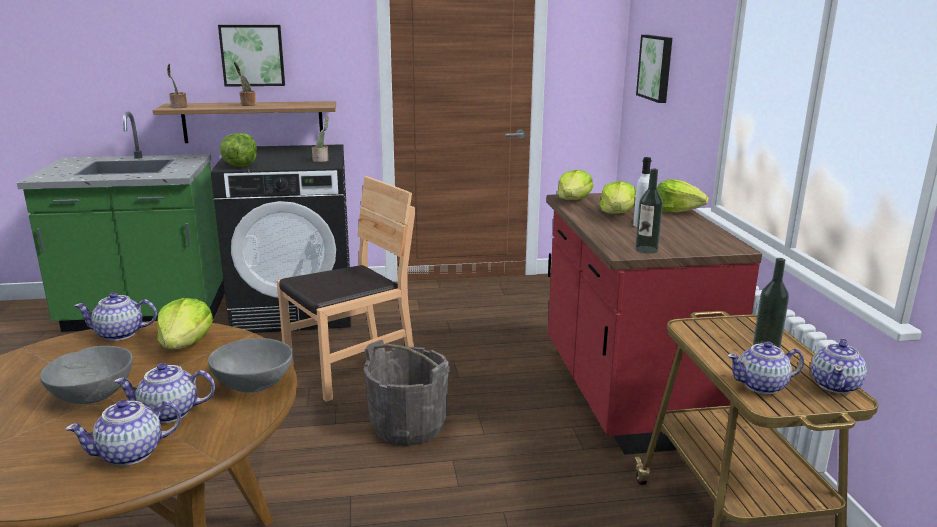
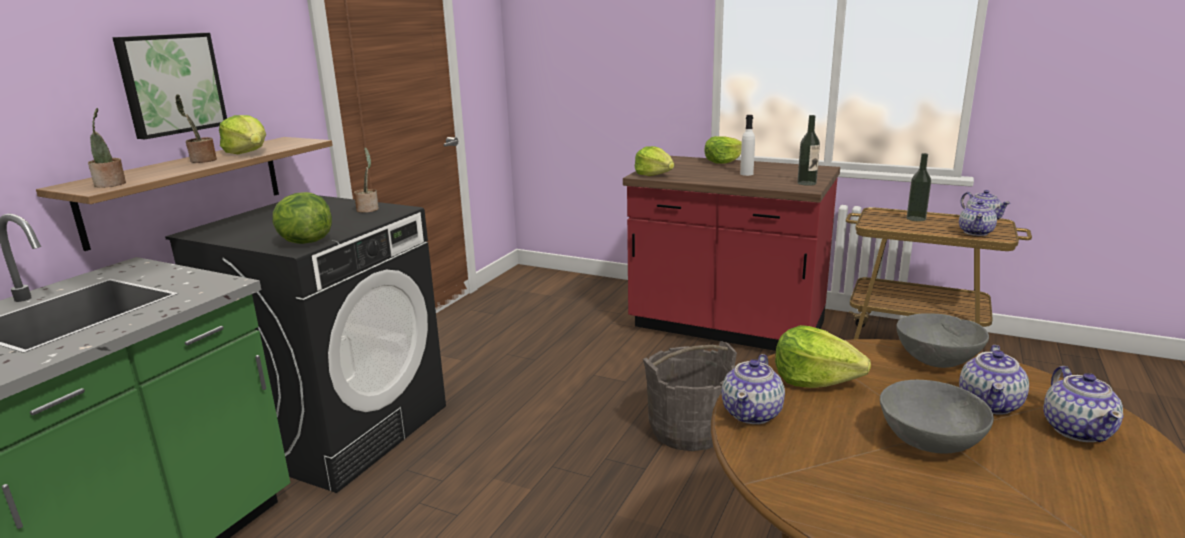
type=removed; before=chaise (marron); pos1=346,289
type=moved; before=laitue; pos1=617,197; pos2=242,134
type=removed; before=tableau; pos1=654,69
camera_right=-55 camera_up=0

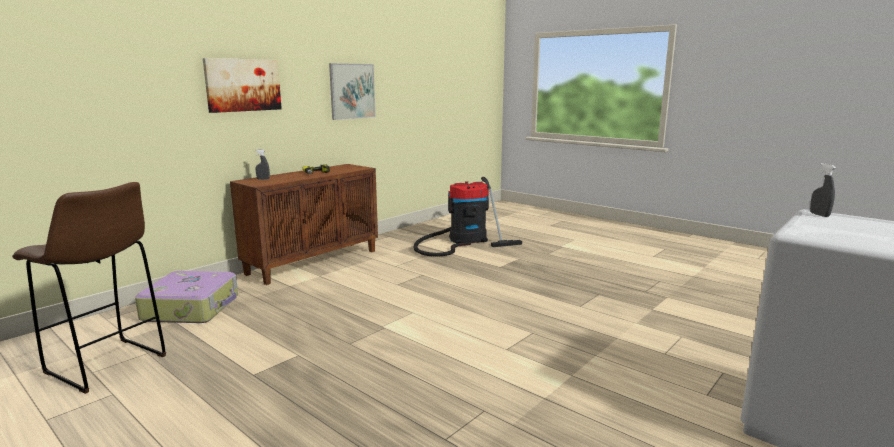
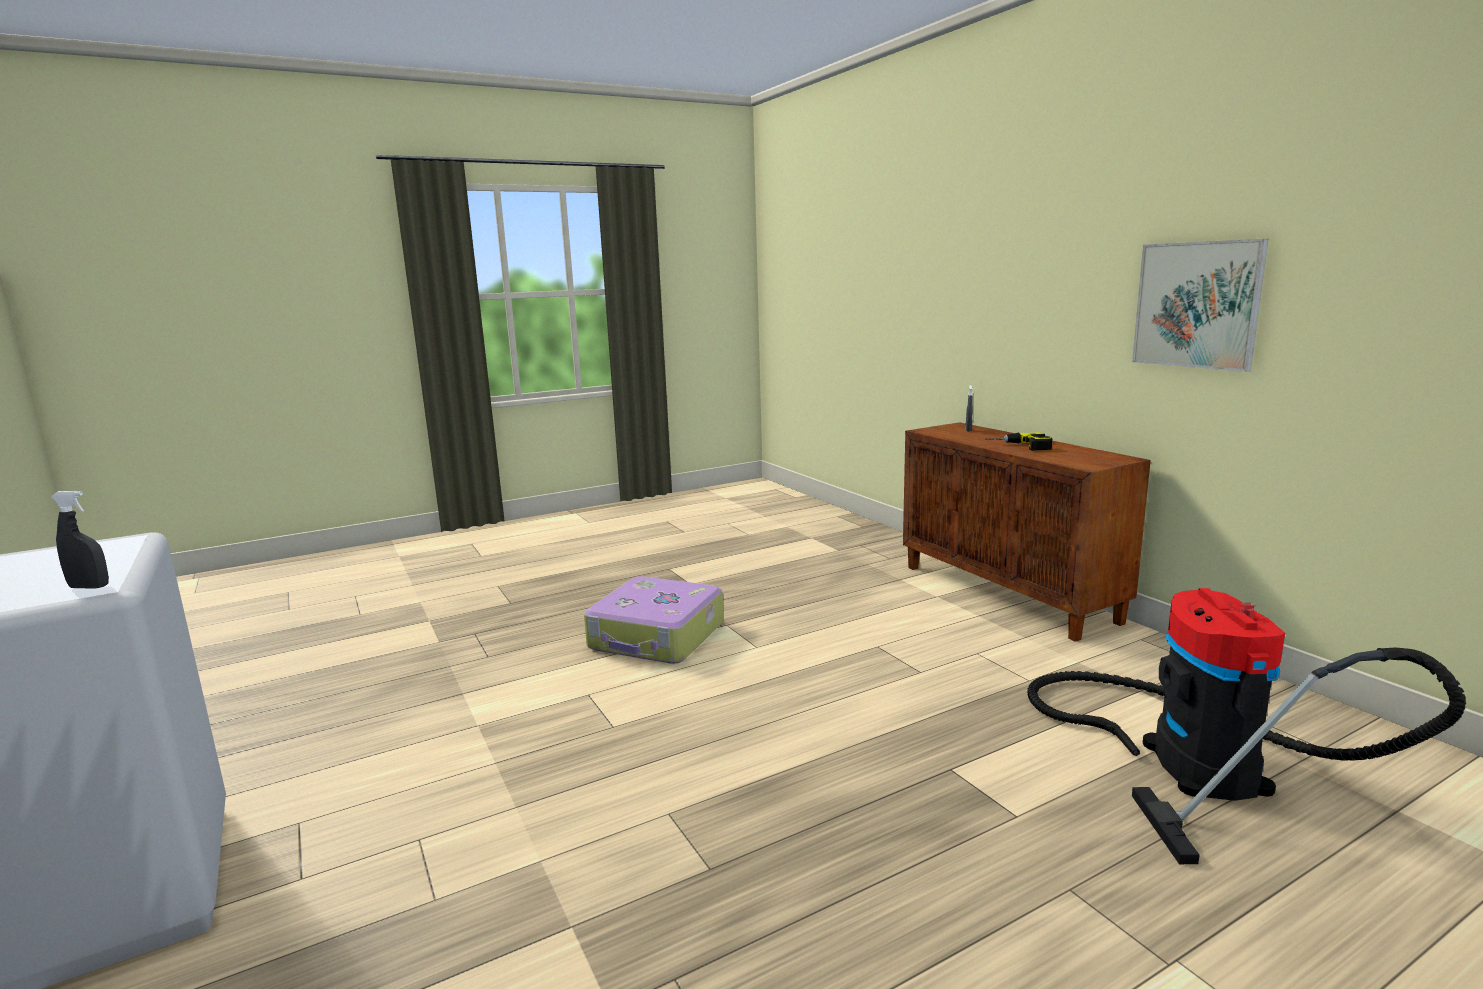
type=removed; before=tabouret (marron); pos1=89,288
type=moved; before=valise; pos1=186,297; pos2=654,620
type=removed; before=tableau; pos1=242,85
camera_right=110 camera_up=0

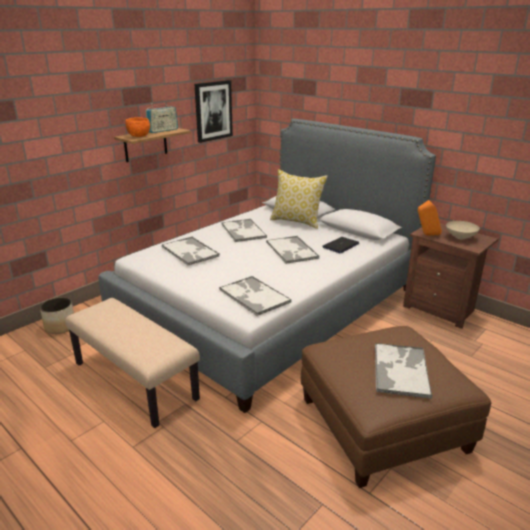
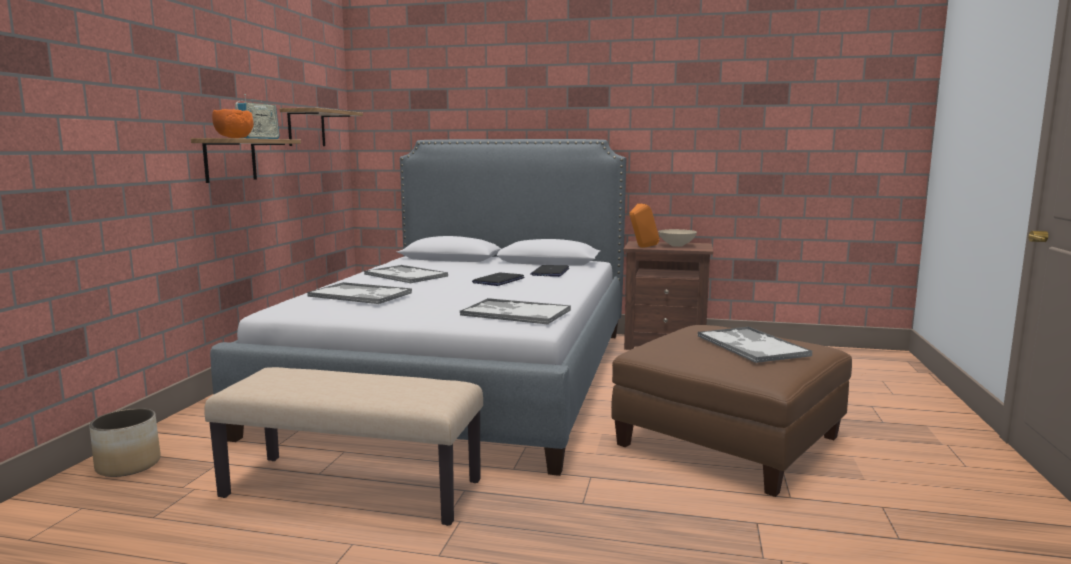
type=replaced; before=tableau; after=étagère; pos1=214,111; pos2=321,127
type=replaced; before=plateau; after=ordinateur portable; pos1=292,250; pos2=498,279
type=removed; before=coussin; pos1=299,199
camera_right=-30 camera_up=-15

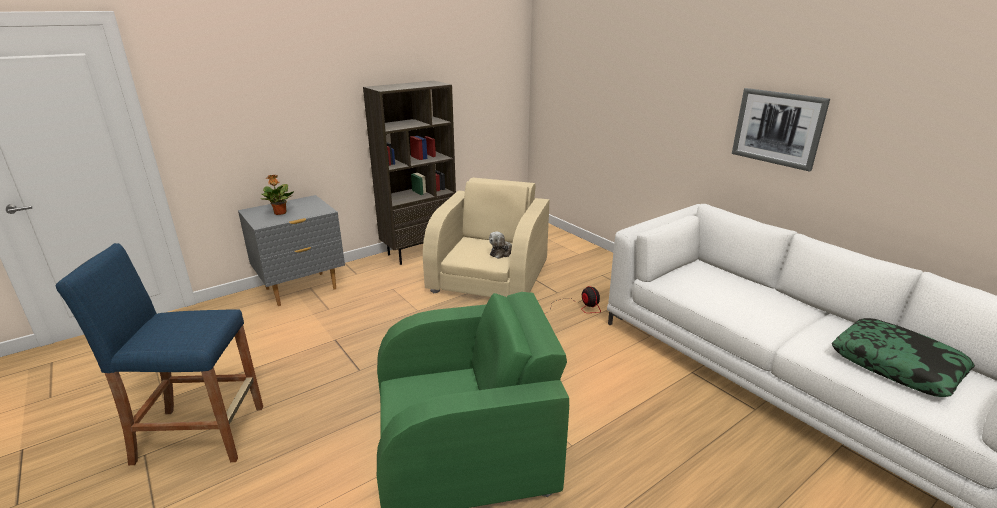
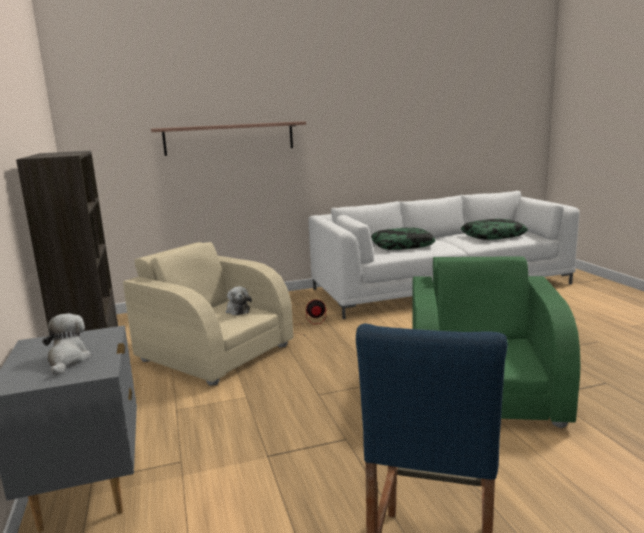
type=replaced; before=plante en pot; after=peluche; pos1=277,195; pos2=66,344
type=removed; before=tableau; pos1=781,130
type=added; after=étagère; pos2=228,138
type=added; after=coussin; pos2=403,239
camera_right=-70 camera_up=-10

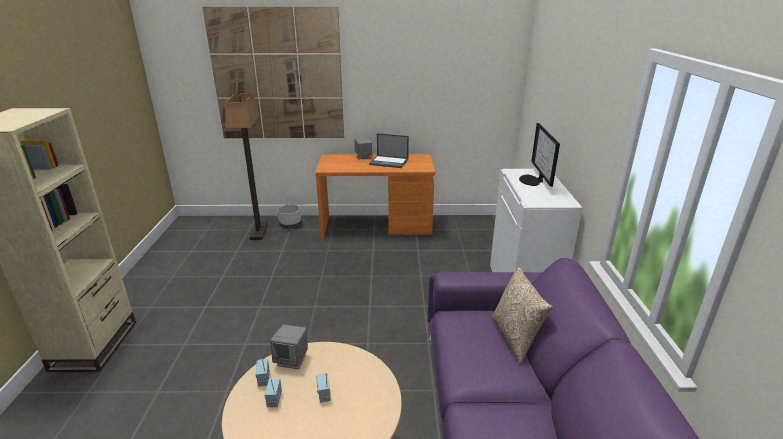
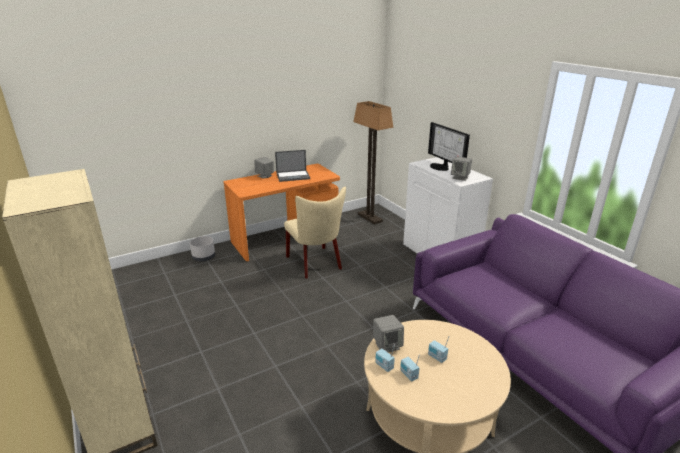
type=removed; before=tableau; pos1=273,72
type=moved; before=lampadaire; pos1=246,166; pos2=373,162
type=removed; before=coussin; pos1=522,316
type=added; after=chaise (beige); pos2=315,232
type=added; after=enceinte (gris); pos2=461,169
camera_right=-30 camera_up=0

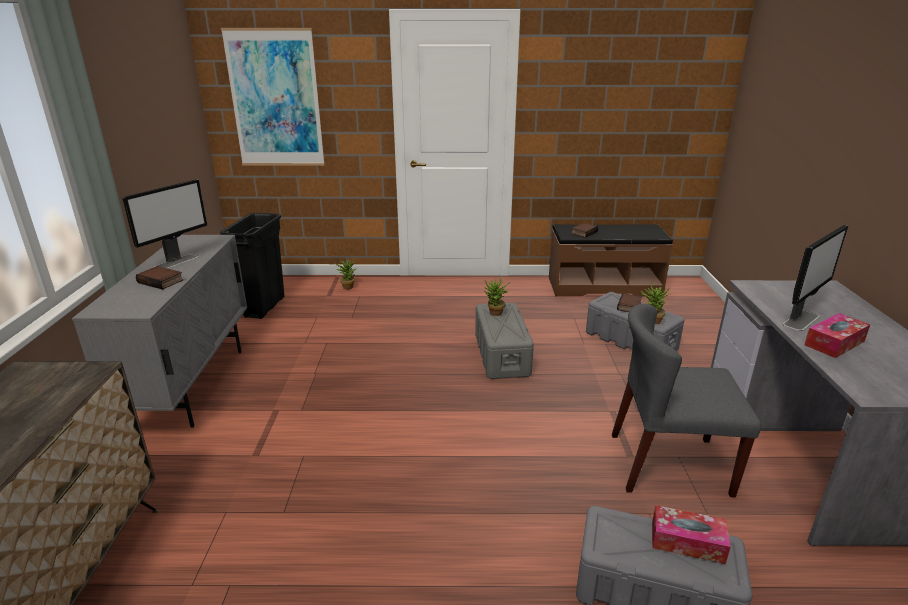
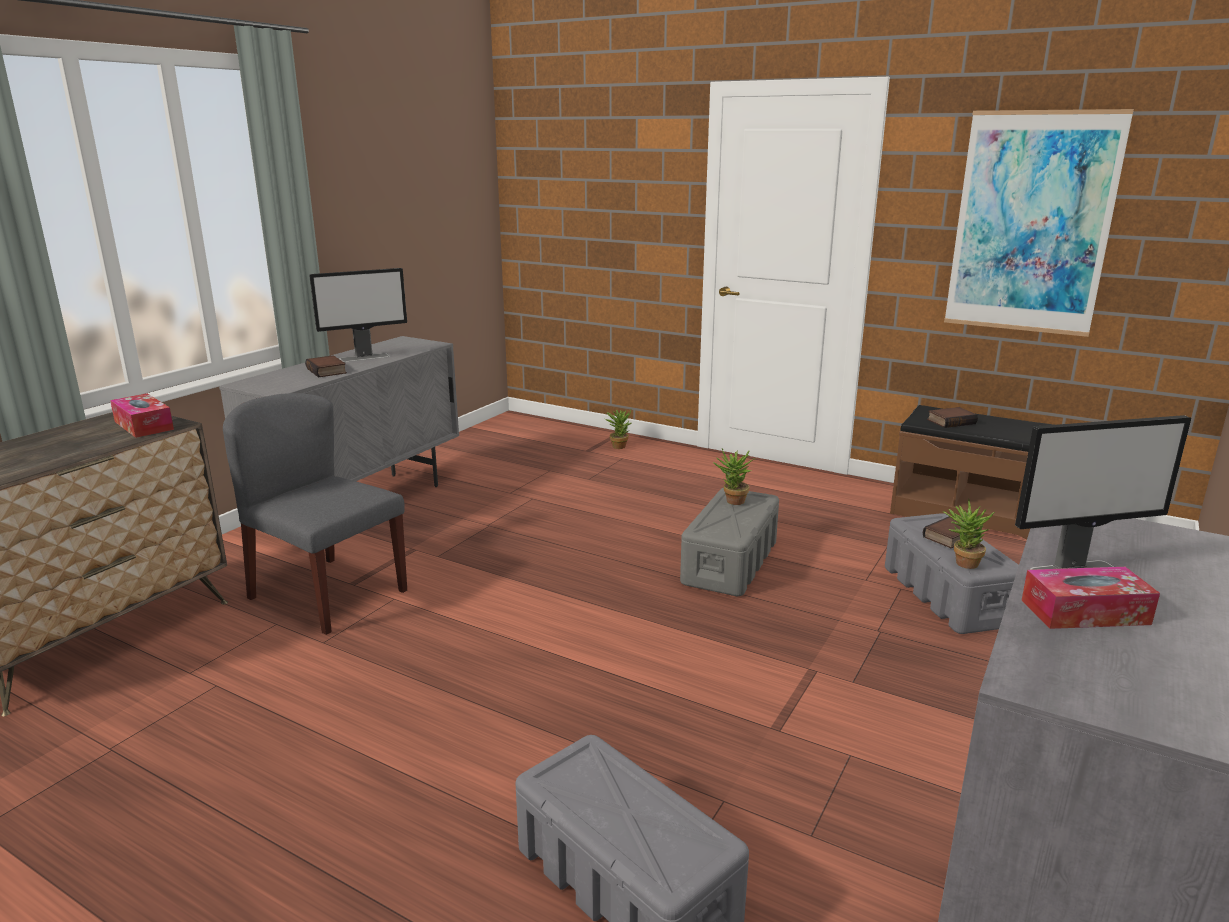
type=removed; before=poubelle (noir); pos1=252,266
type=moved; before=tableau; pos1=273,97; pos2=1039,223
type=moved; before=chaise (gris); pos1=686,400; pos2=315,514
type=moved; before=boîte à mouchoirs; pos1=691,534; pos2=142,415
camera_right=30 camera_up=-5

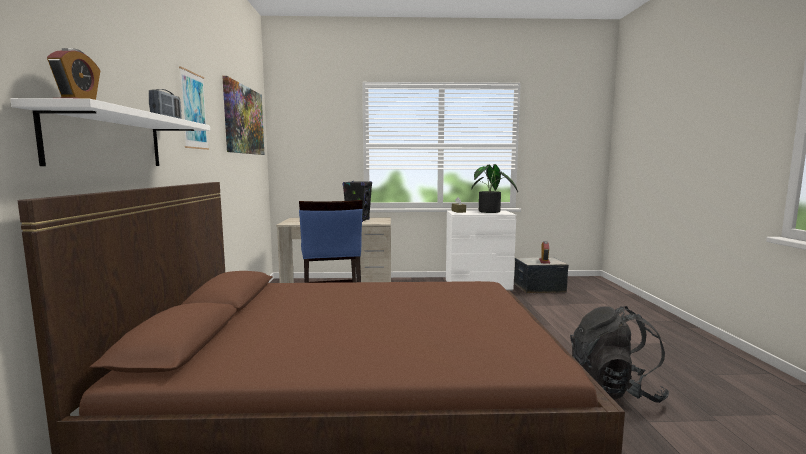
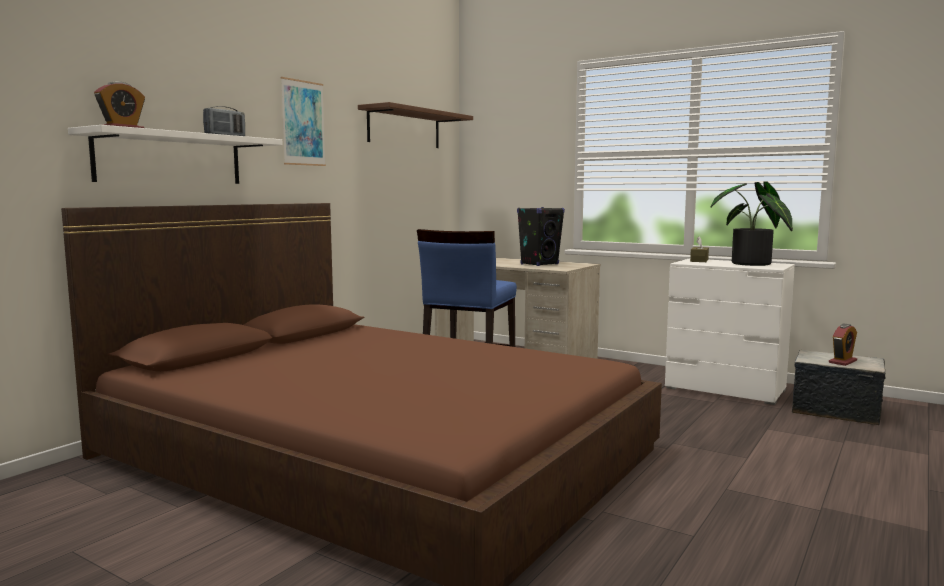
type=replaced; before=tableau; after=étagère (marron); pos1=243,115; pos2=415,125
type=removed; before=sac à dos (noir); pos1=619,354
camera_right=35 camera_up=0

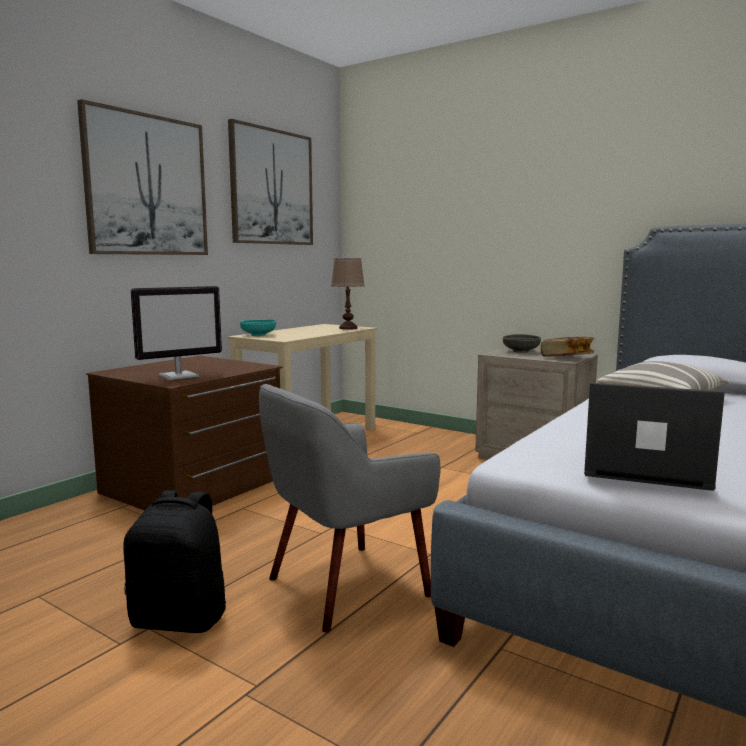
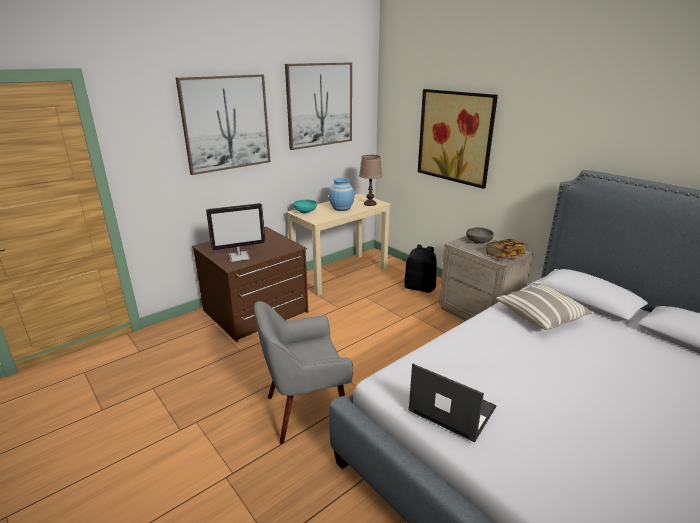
type=moved; before=sac à dos (noir); pos1=174,561; pos2=420,269
type=added; after=vase (bleu); pos2=341,194
type=added; after=tableau; pos2=458,139
camera_right=15 camera_up=15

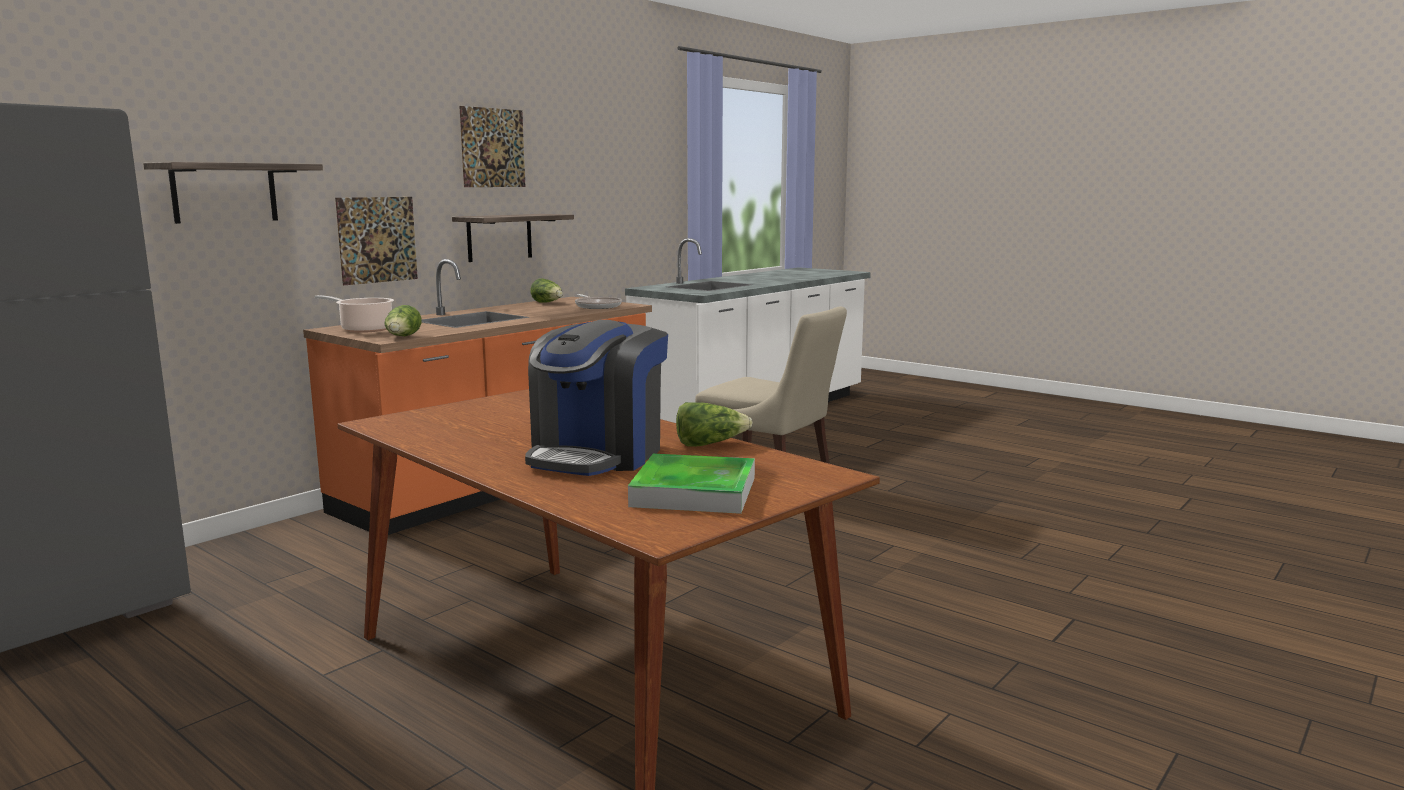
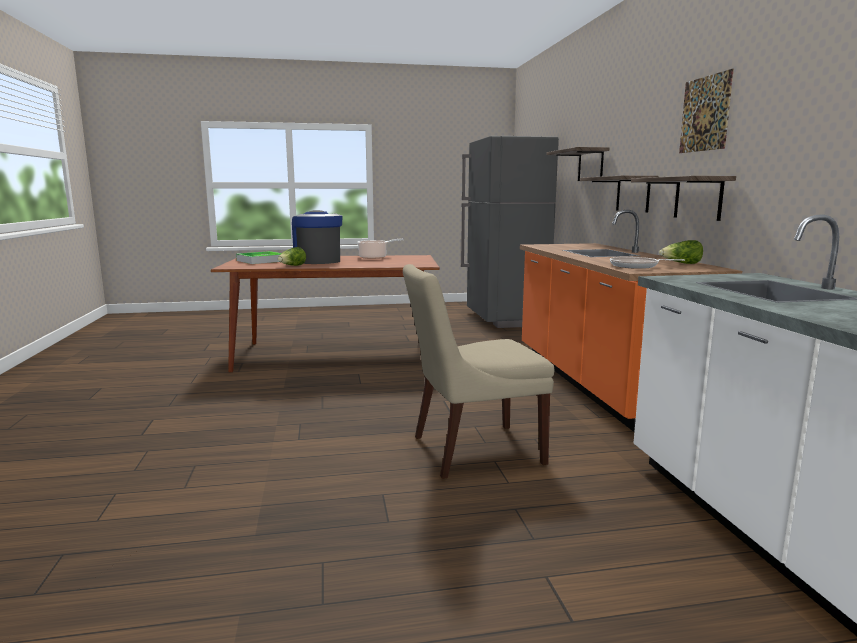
type=moved; before=marmite; pos1=354,314; pos2=380,249
type=replaced; before=tableau; after=étagère; pos1=376,241; pos2=619,194
type=removed; before=laitue; pos1=402,320
camera_right=130 camera_up=0

